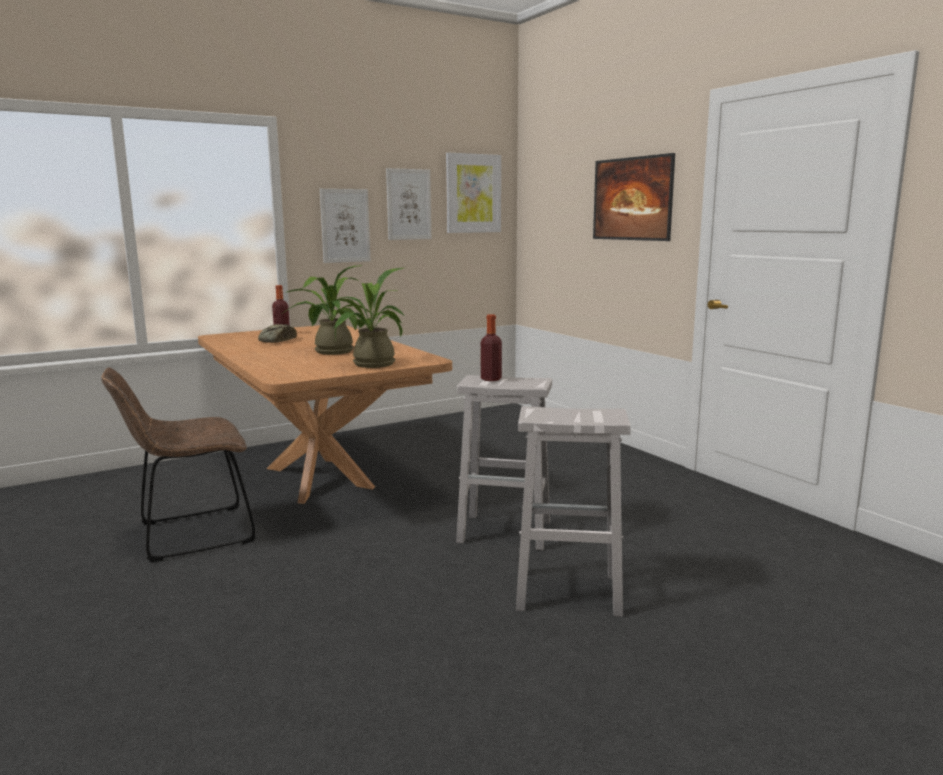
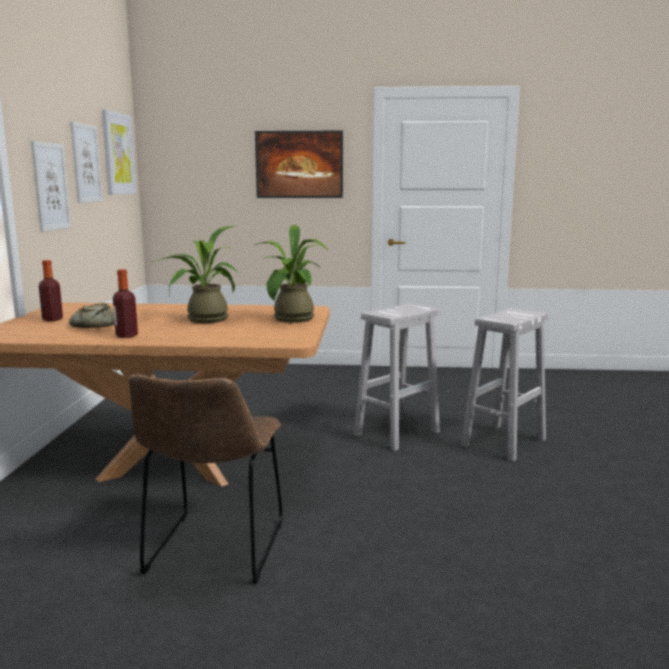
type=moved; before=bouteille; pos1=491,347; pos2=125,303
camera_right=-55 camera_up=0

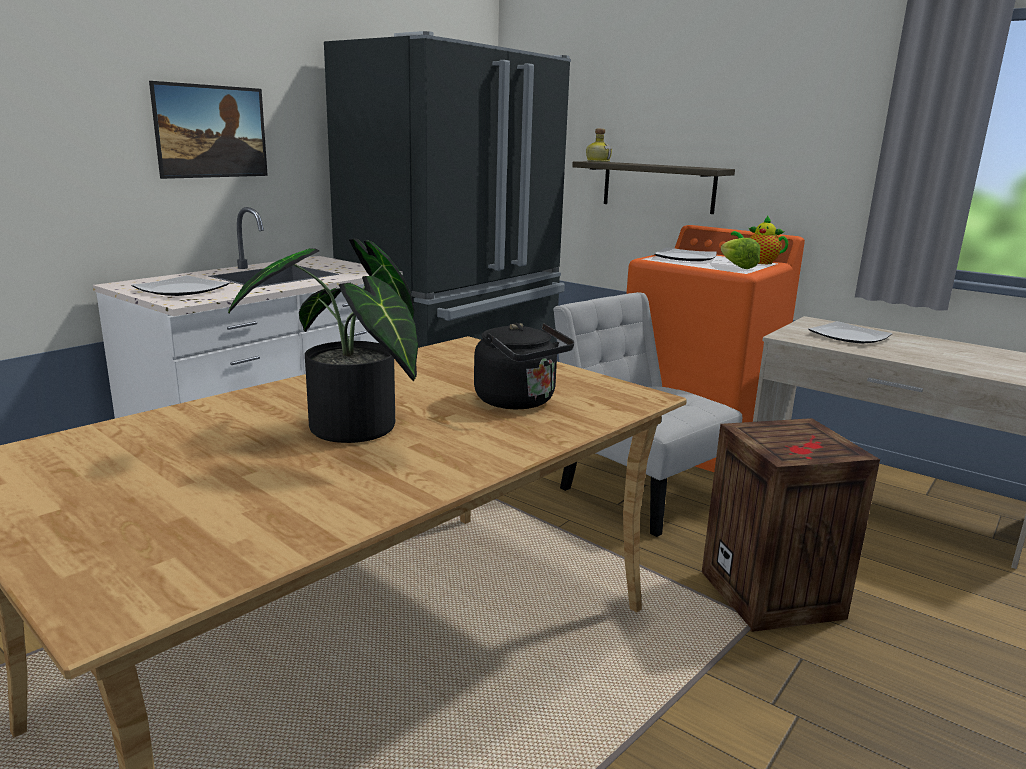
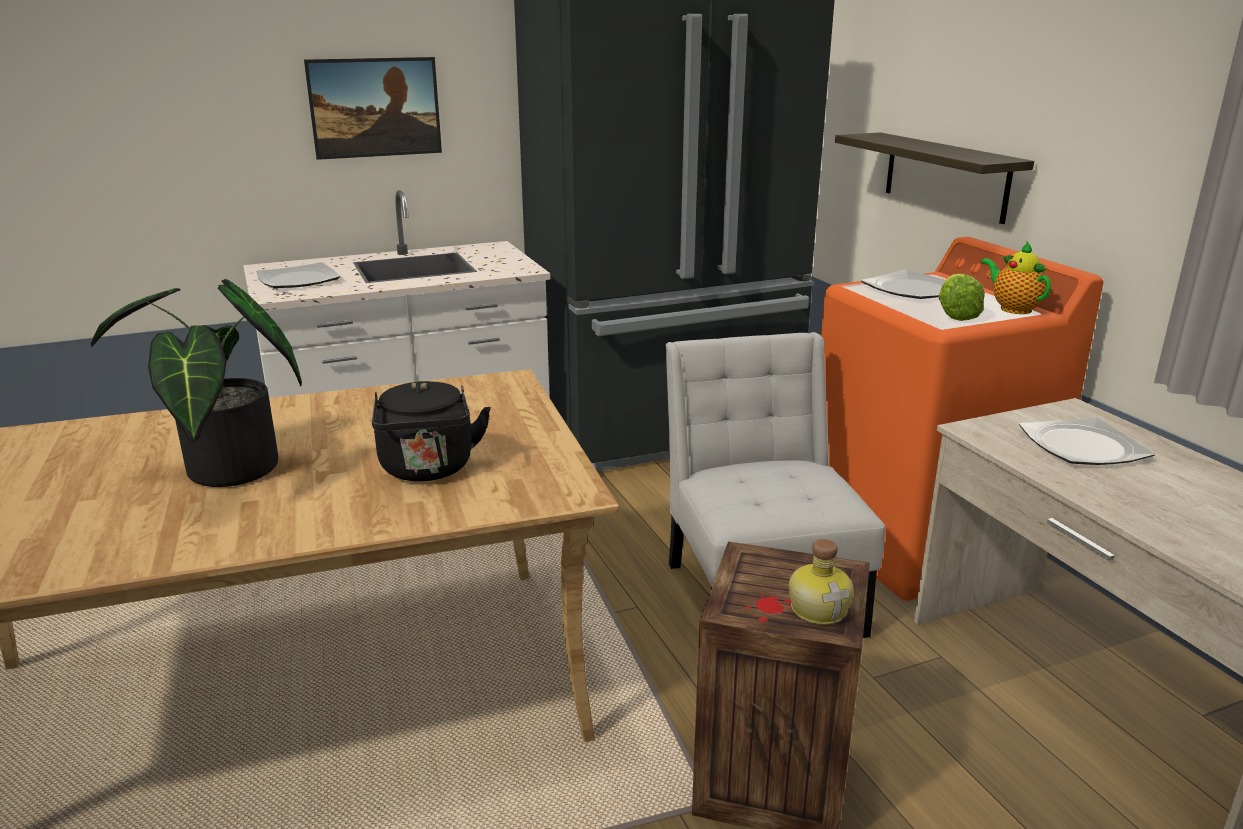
type=moved; before=bouteille; pos1=599,145; pos2=821,582
camera_right=30 camera_up=5

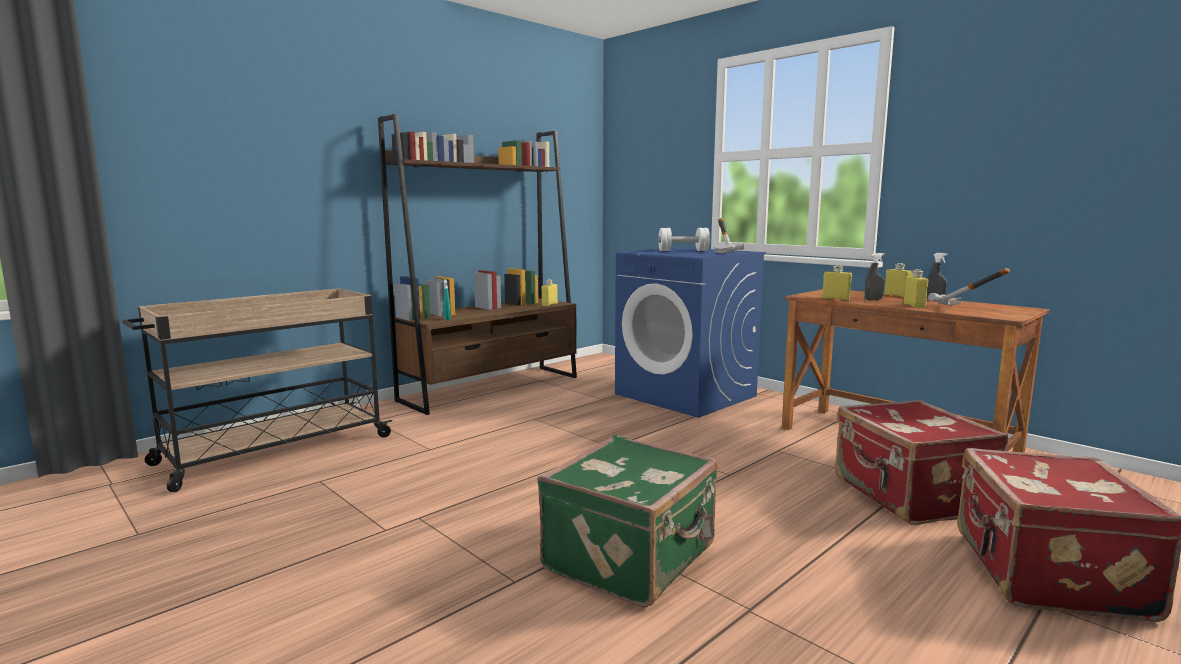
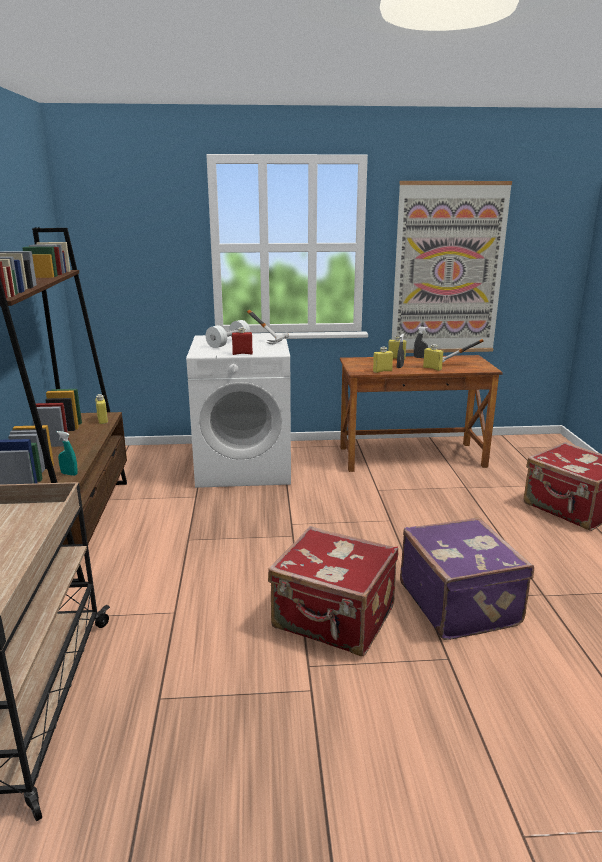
type=recoloured; before=valise (vert); after=valise (violet); pos1=627,521; pos2=467,578
type=recoloured; before=lave-linge (bleu); after=lave-linge (blanc); pos1=690,332; pos2=238,411
type=moved; before=valise (rouge); pos1=921,462; pos2=333,591
type=added; after=bouteille (rouge); pos2=242,341
type=added; after=tableau; pos2=452,267
camera_right=-50 camera_up=10

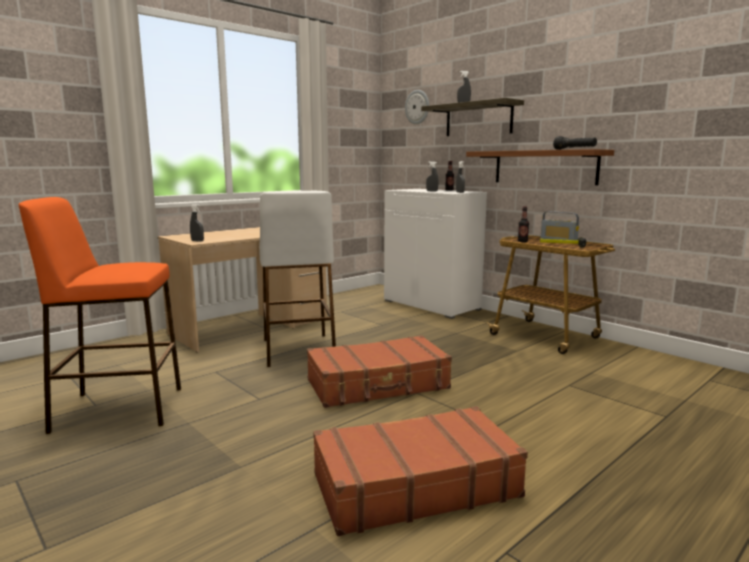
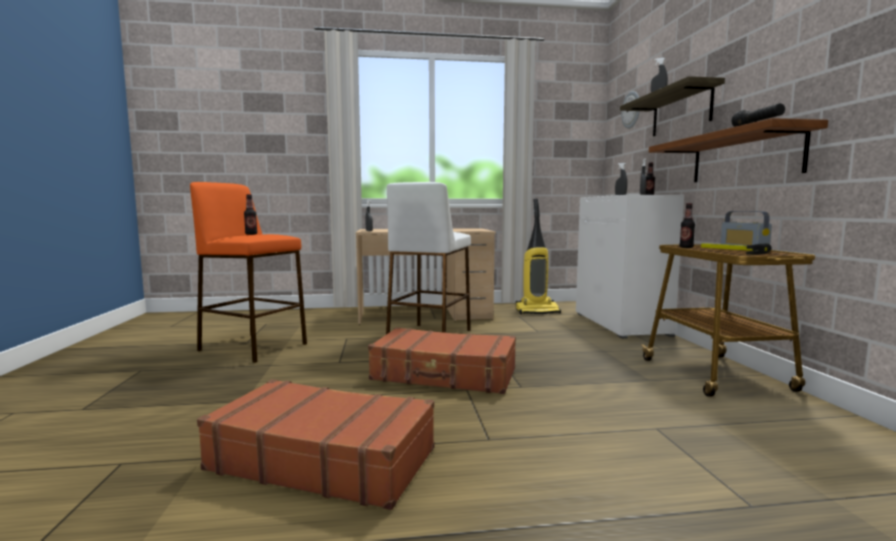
type=added; after=bouteille; pos2=250,214
type=added; after=aspirateur; pos2=538,256
camera_right=35 camera_up=-5

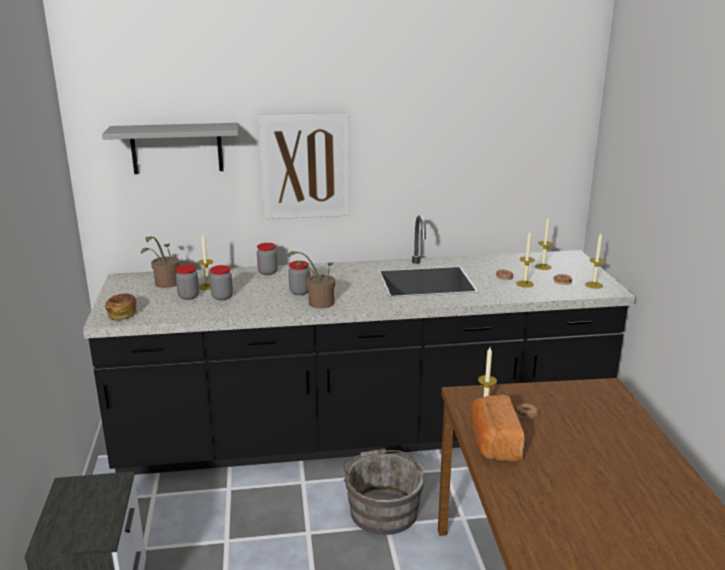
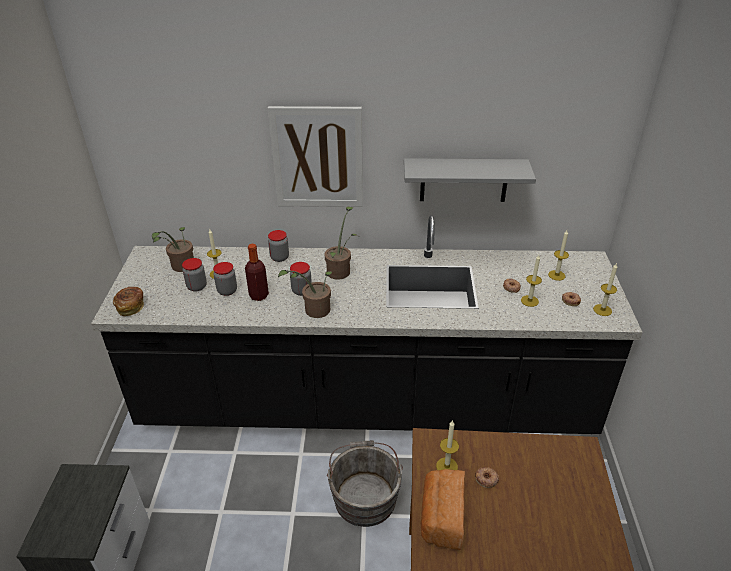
type=moved; before=étagère (gris); pos1=170,148; pos2=470,180
type=added; after=bouteille; pos2=257,272
type=added; after=plante en pot; pos2=341,243
camera_right=10 camera_up=15

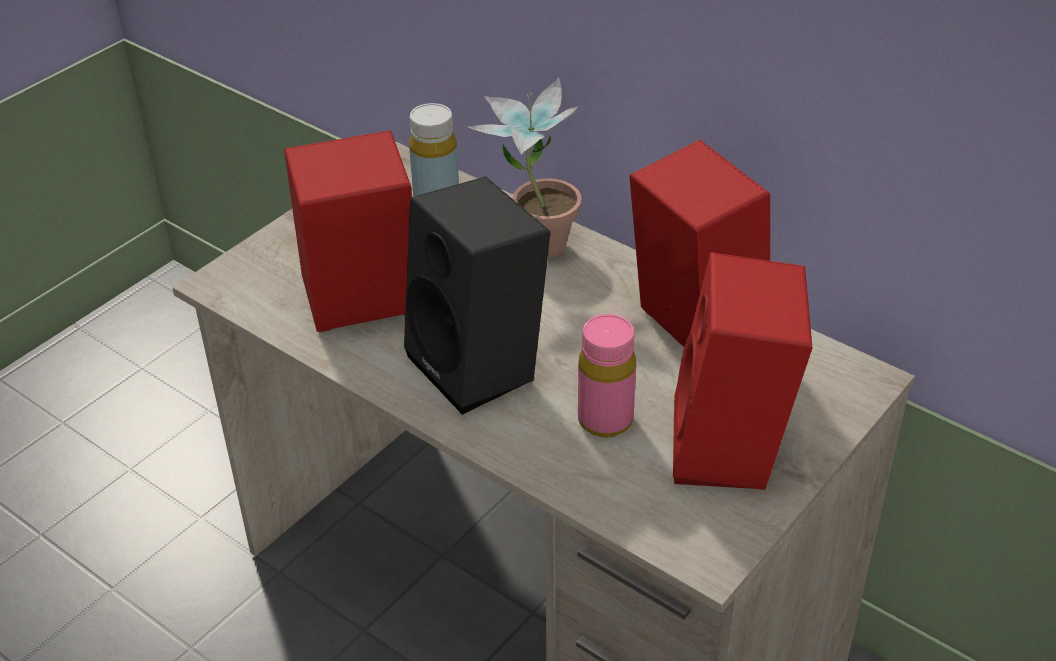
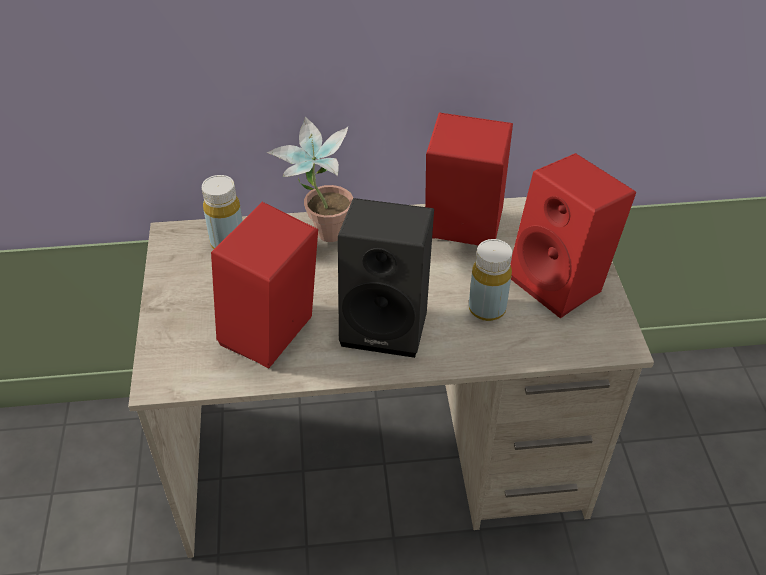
type=recoloured; before=bouteille (rose); after=bouteille (jaune); pos1=607,375; pos2=490,280
camera_right=-45 camera_up=5

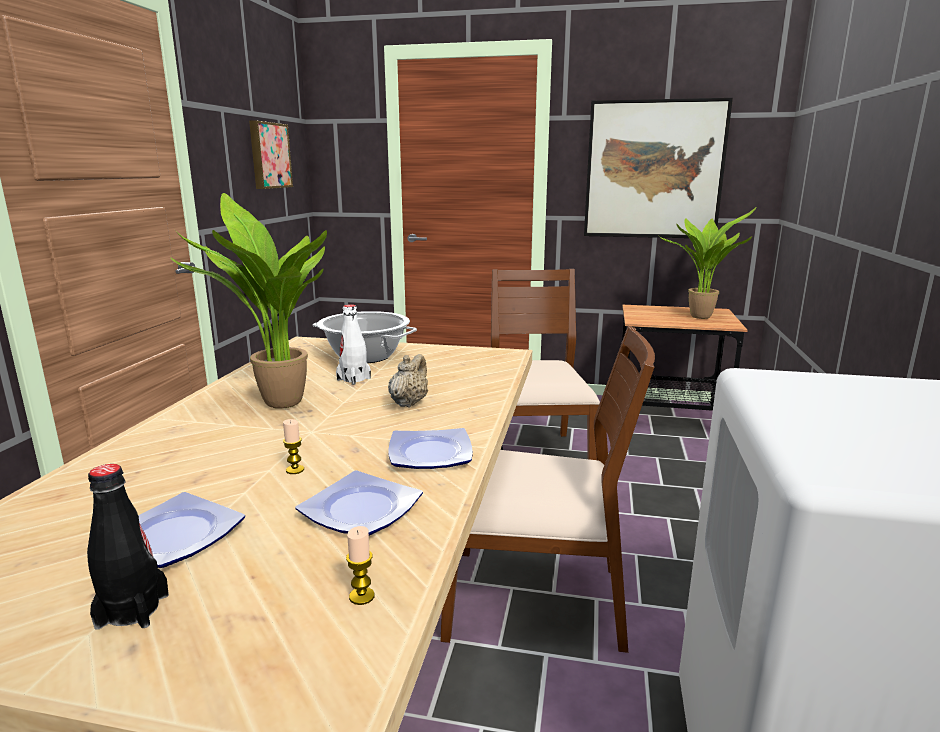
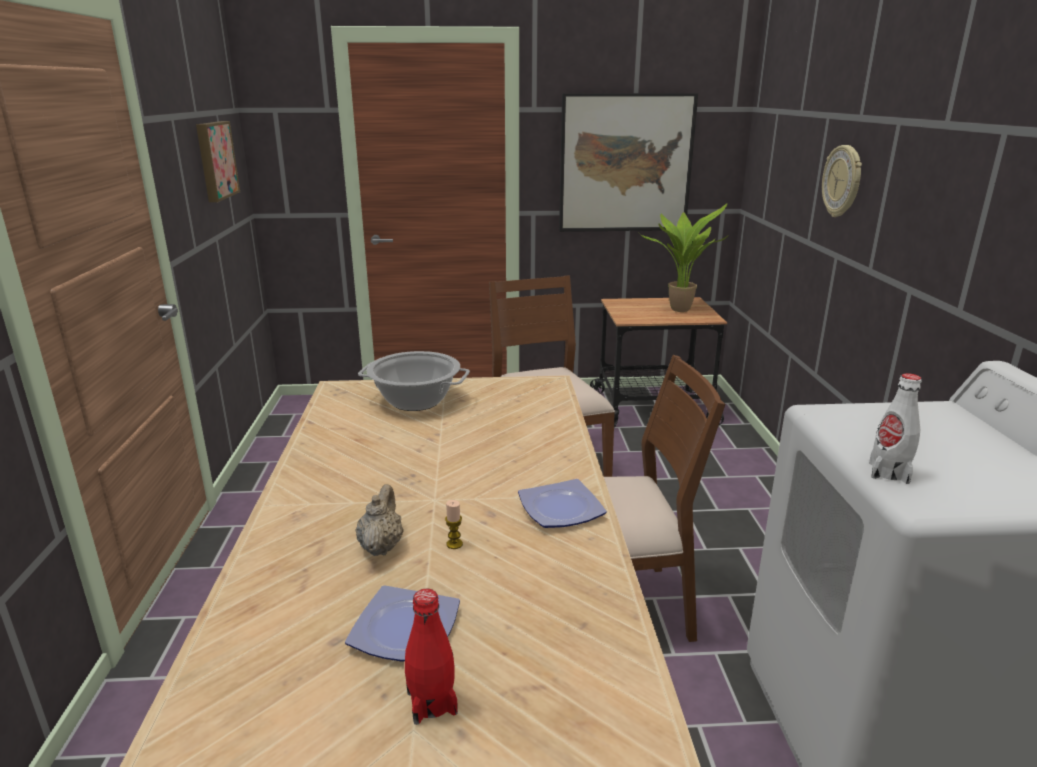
type=recoloured; before=bouteille (noir); after=bouteille (rouge); pos1=128,547; pos2=431,657
type=removed; before=plante en pot; pos1=248,301
type=removed; before=assiette; pos1=359,502
type=moved; before=bouteille (blanc); pos1=353,344; pos2=895,428
type=removed; before=bougie; pos1=360,565
type=moved; before=théière (beige); pos1=408,381; pos2=379,520
type=added; after=horloge murale; pos2=842,181
camera_right=-15 camera_up=5

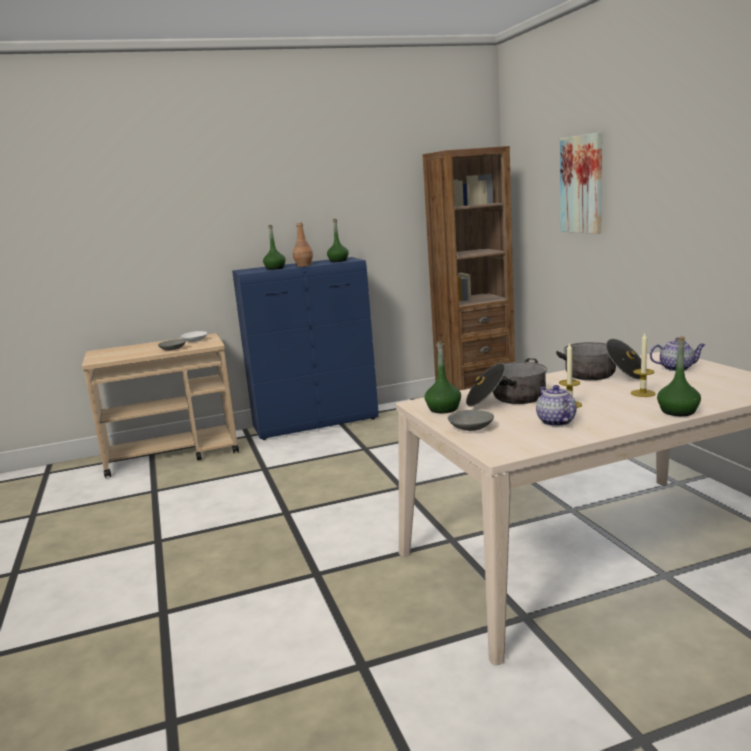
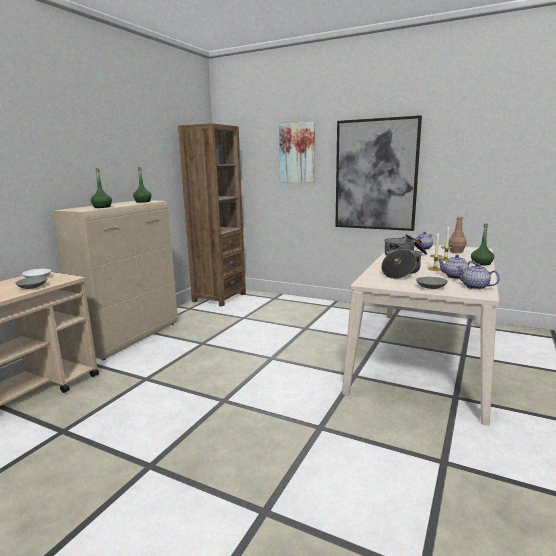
type=recoloured; before=meuble de rangement (bleu); after=meuble de rangement (beige); pos1=305,348; pos2=115,280
type=moved; before=bouteille (marron); pos1=303,244; pos2=458,234
type=removed; before=bouteille (vert); pos1=442,377
type=added; after=tableau; pos2=378,173
type=added; after=théière; pos2=478,276
camera_right=-45 camera_up=0

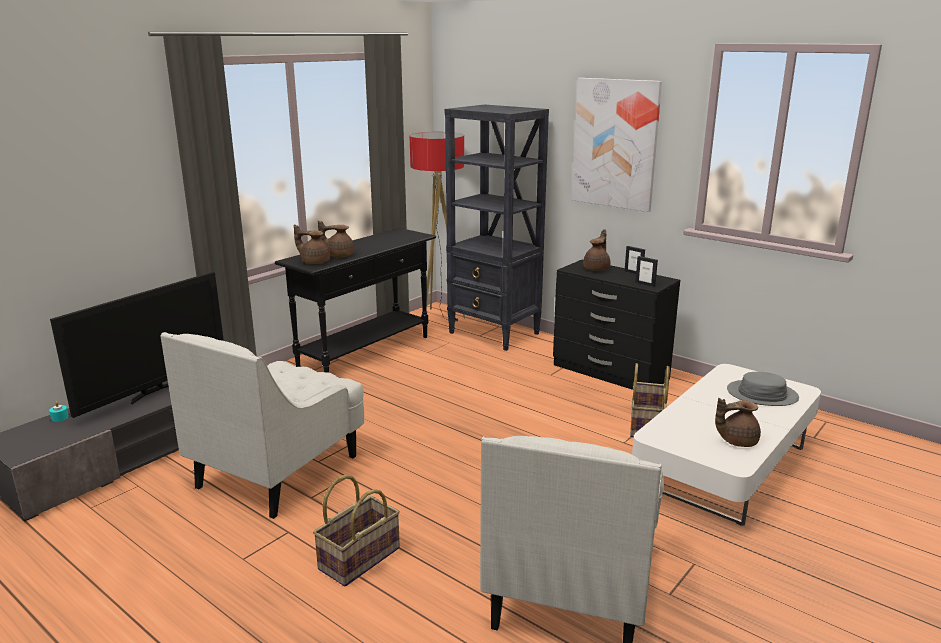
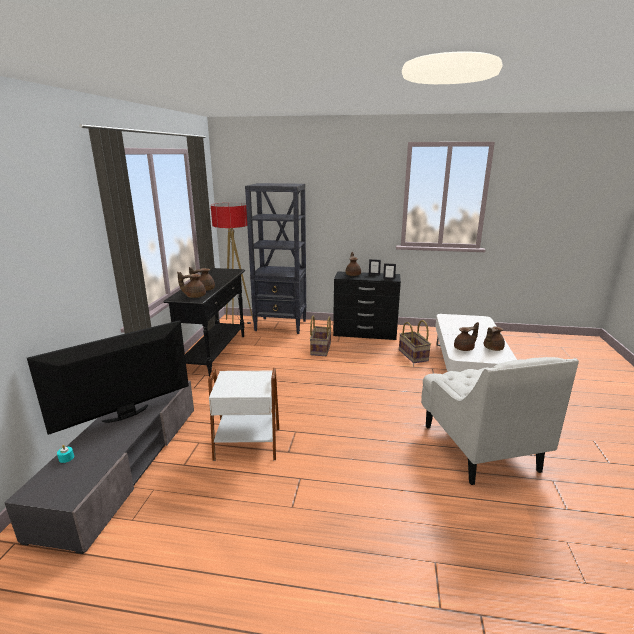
type=turned; before=téléviseur; pos1=137,345; pos2=108,377; turn=-135
type=replaced; before=fauteuil (blanc); after=table d'appoint (blanc); pos1=262,425; pos2=243,414
type=moved; before=panier; pos1=356,530; pos2=320,336
type=removed; before=tableau; pos1=617,145
type=removed; before=chapeau (gris); pos1=763,389
type=added; after=théière (marron); pos2=466,336
camera_right=-30 camera_up=0

